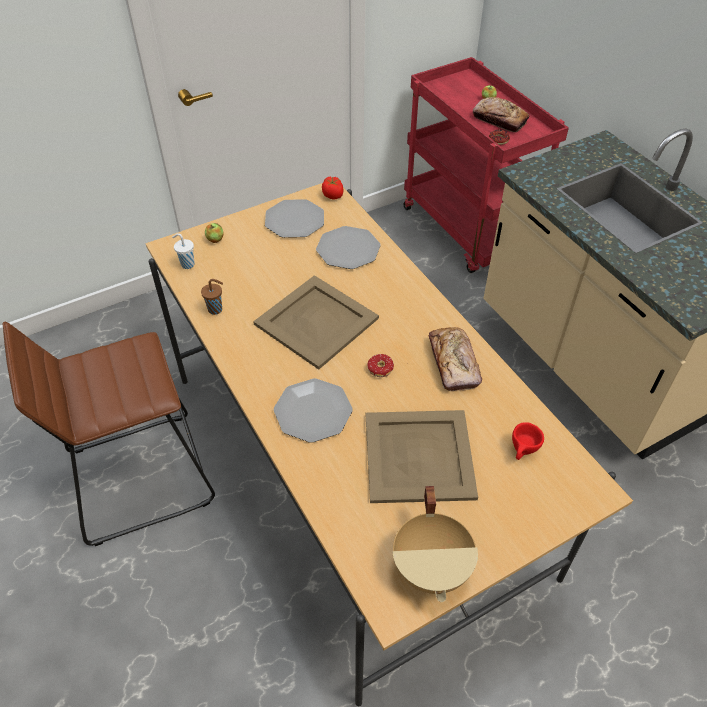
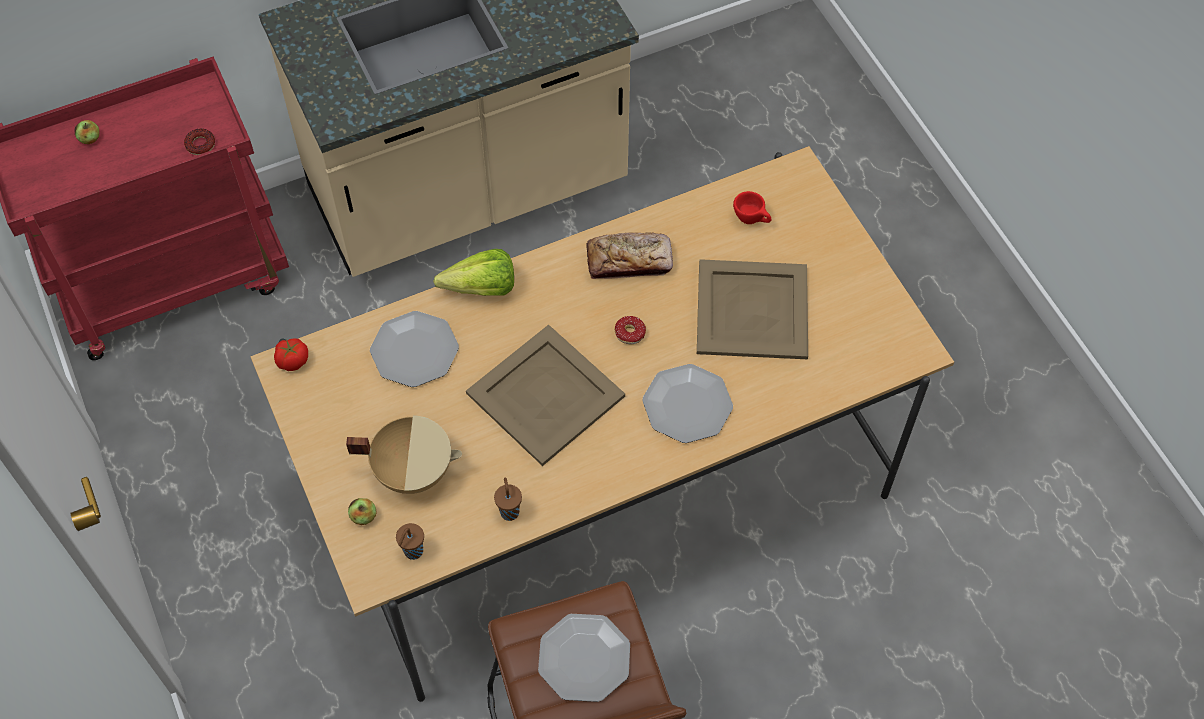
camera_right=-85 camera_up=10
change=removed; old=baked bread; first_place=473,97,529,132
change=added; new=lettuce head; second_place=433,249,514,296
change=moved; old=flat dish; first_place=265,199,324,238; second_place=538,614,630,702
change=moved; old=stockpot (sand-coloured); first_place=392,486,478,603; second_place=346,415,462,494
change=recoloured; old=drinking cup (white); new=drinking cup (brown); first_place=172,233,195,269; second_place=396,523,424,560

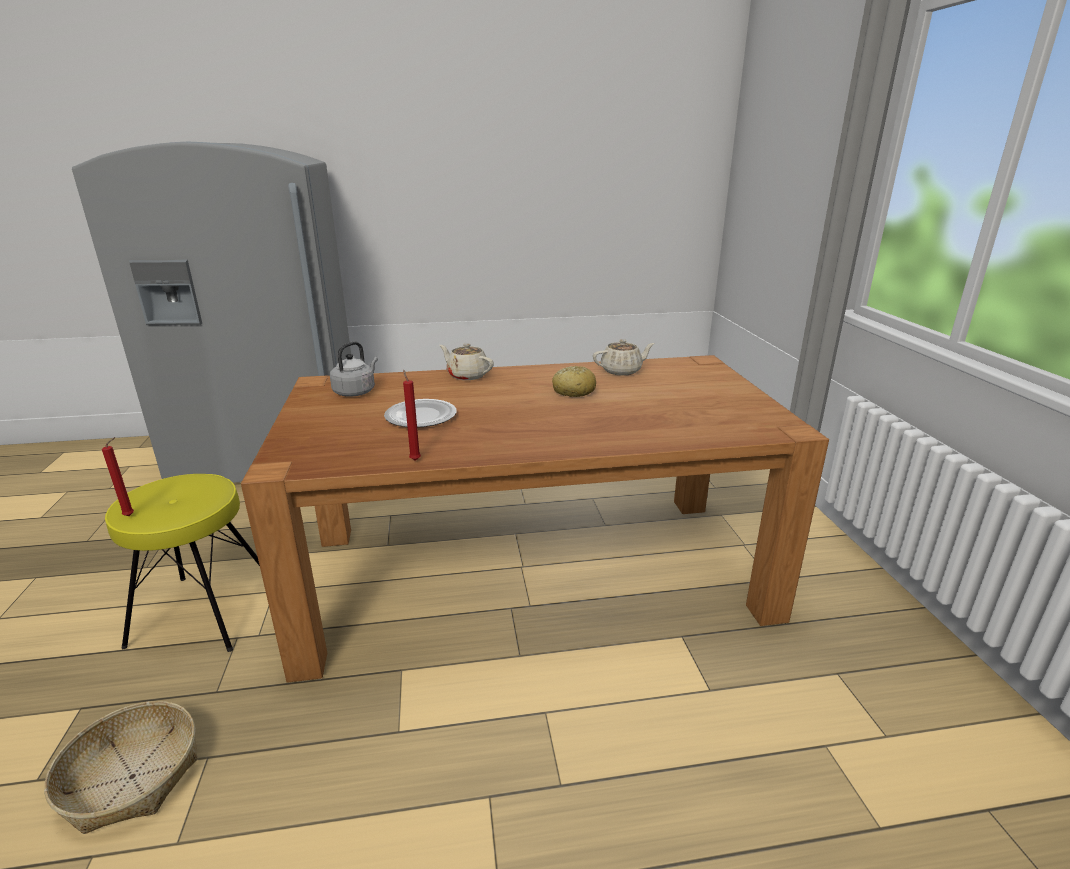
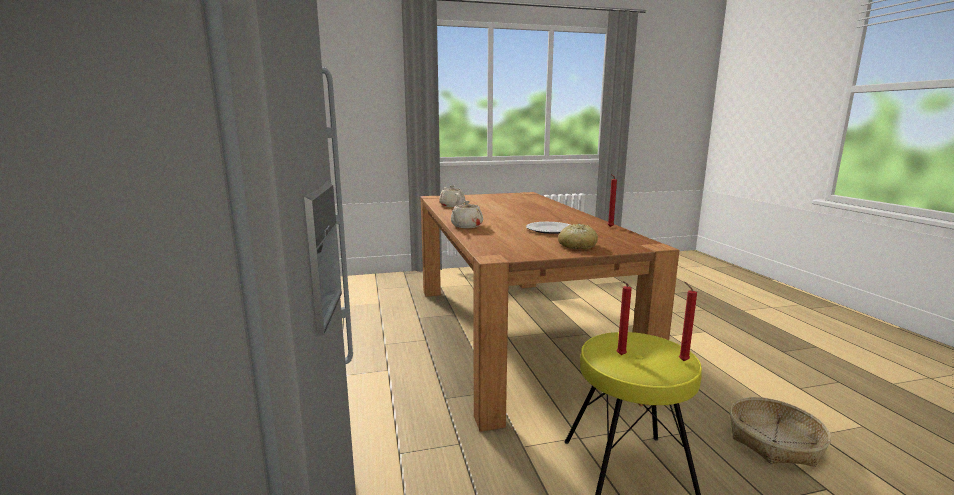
camera_right=-95 camera_up=-10
change=removed; old=tea kettle (gray); first_place=330,341,378,397
change=added; new=wax candle (red); second_place=617,281,632,355
change=moved; old=baked bread; first_place=552,366,596,397; second_place=558,224,598,249

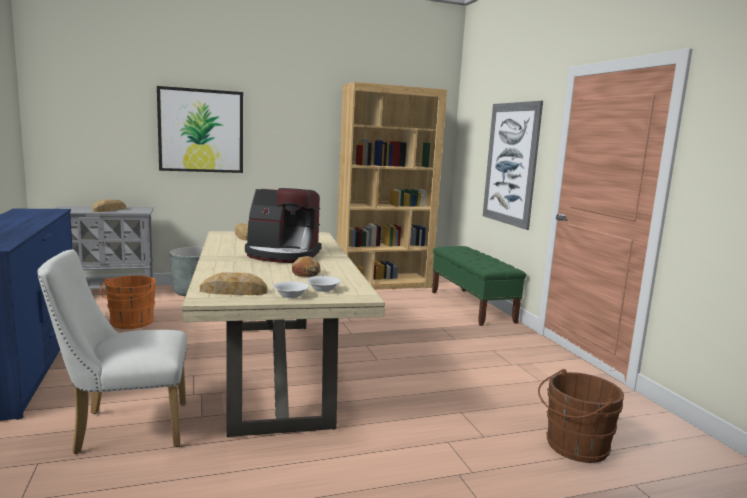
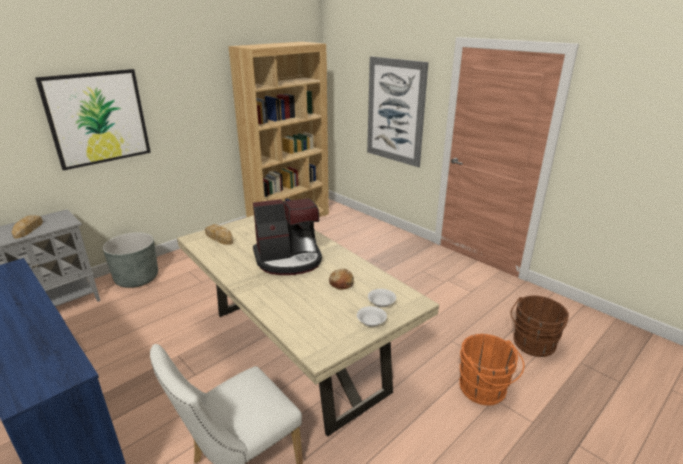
camera_right=-25 camera_up=15
change=removed; old=baked bread; first_place=200,272,267,295
change=removed; old=long seat (green-coloured); first_place=432,246,526,326
change=moved; old=pail (orangey); first_place=99,276,157,329; second_place=459,334,524,406

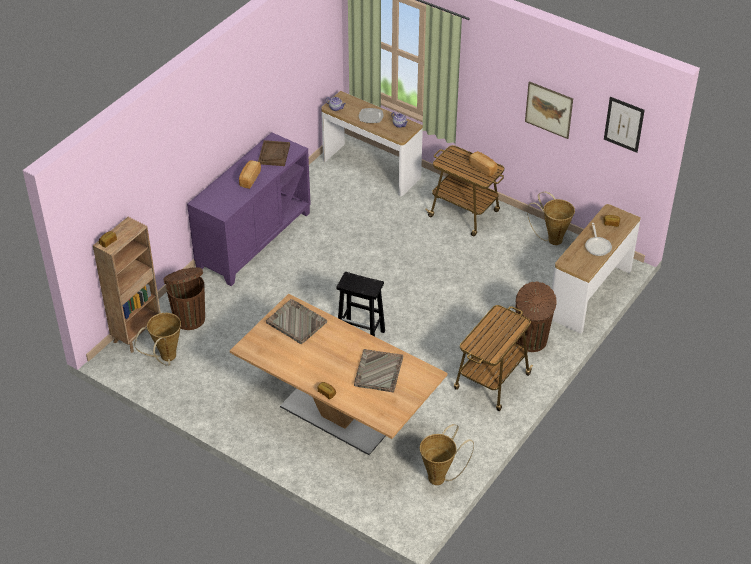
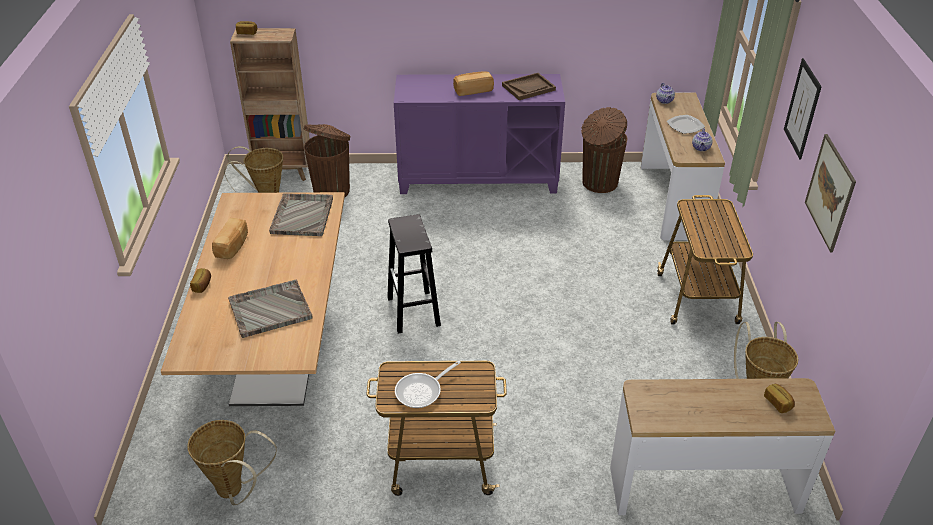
camera_right=55 camera_up=-5
change=moved; old=baked bread; first_place=469,151,498,177; second_place=212,218,248,259
change=moved; old=rubbish bin (brown); first_place=516,282,557,352; second_place=581,107,627,193
change=moved; old=frying pan; first_place=585,223,612,256; second_place=395,361,461,408
change=moved; old=wall art; first_place=604,97,645,153; second_place=784,58,822,160

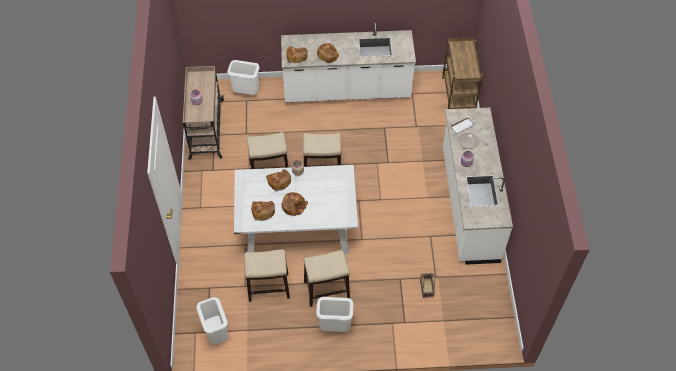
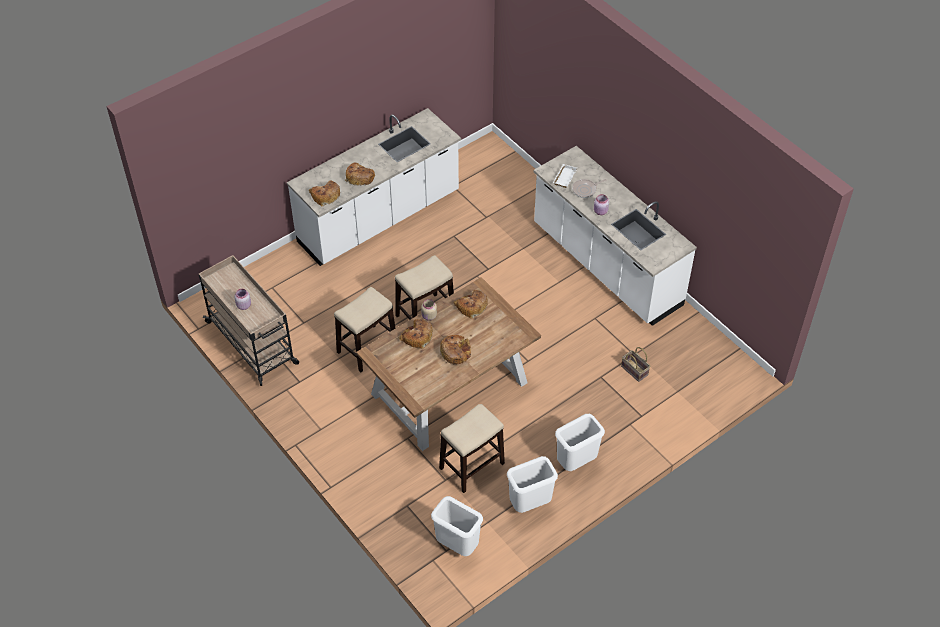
camera_right=-35 camera_up=-5
change=removed; old=stool; first_place=304,250,350,307
change=removed; old=trolley (brown); first_place=442,37,483,109
change=moved; old=rubbish bin (white); first_place=227,60,259,95; second_place=507,456,558,513
change=moved; old=baked bread; first_place=251,201,275,221; second_place=454,290,488,319
change=recoloured; old=dining table (white); new=dining table (brown); first_place=234,165,358,254; second_place=356,277,541,451

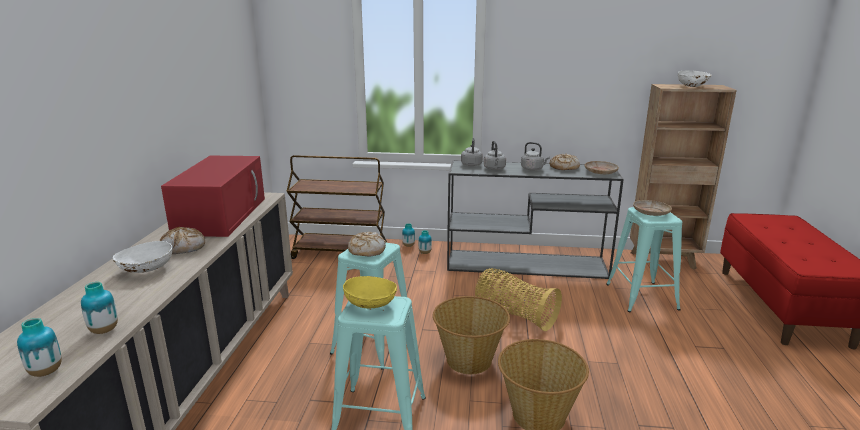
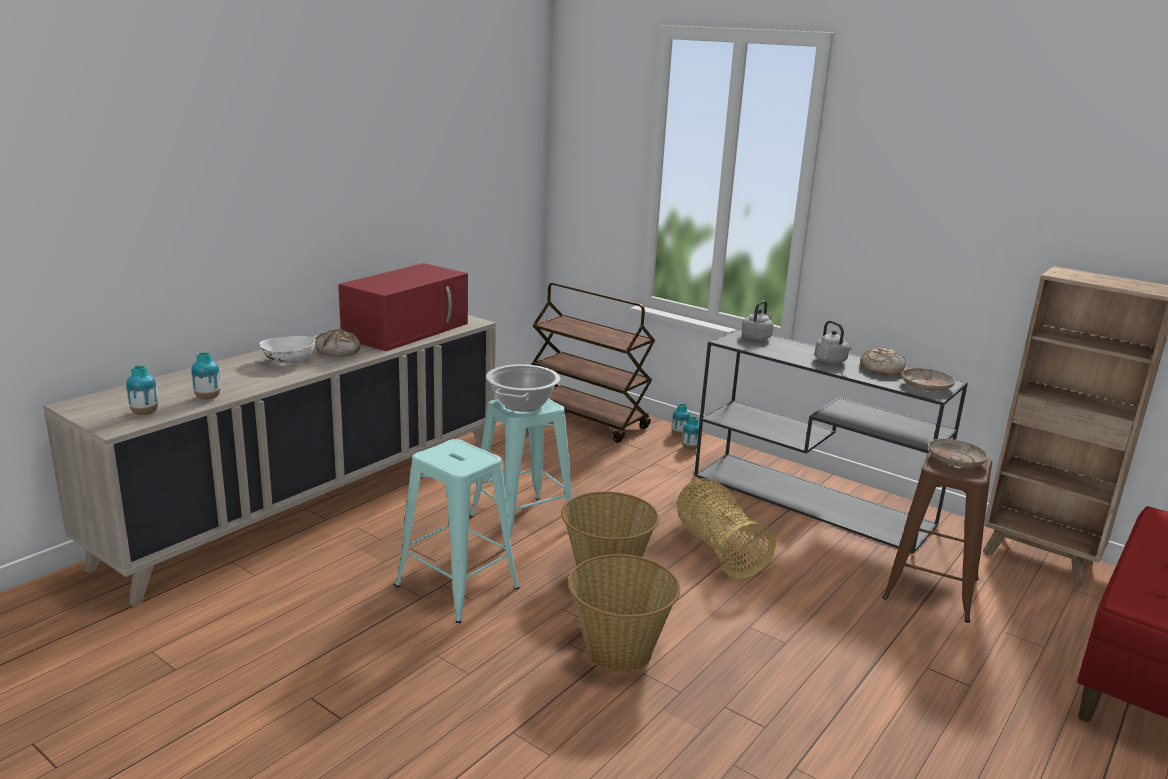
camera_right=30 camera_up=0
change=removed; old=bowl (yellow-coloured); first_place=343,276,397,308
change=removed; old=tea kettle (gray); first_place=484,141,506,170
change=removed; old=bowl (white); first_place=678,71,712,87
change=replaced; old=baked bread; new=stockpot; first_place=348,232,386,256; second_place=486,364,560,411
change=recoloured; old=stool (blue-green); new=stool (brown); first_place=606,207,682,312; second_place=882,451,992,623

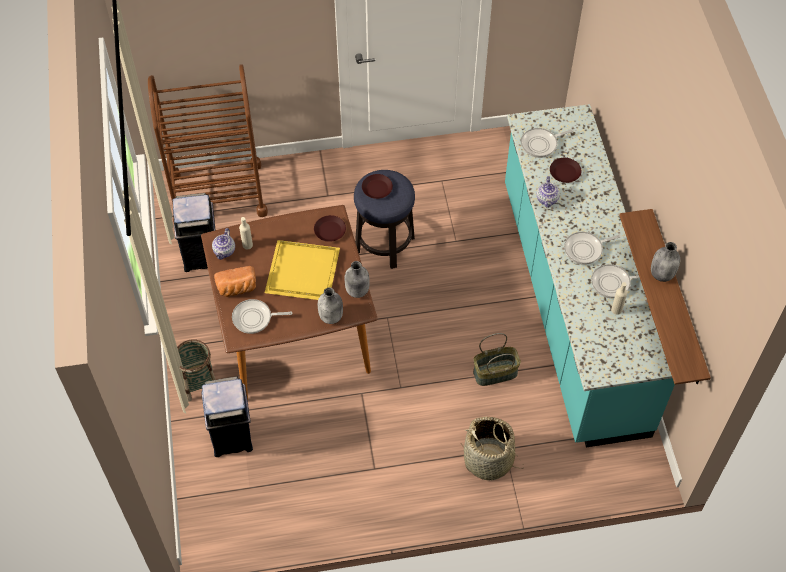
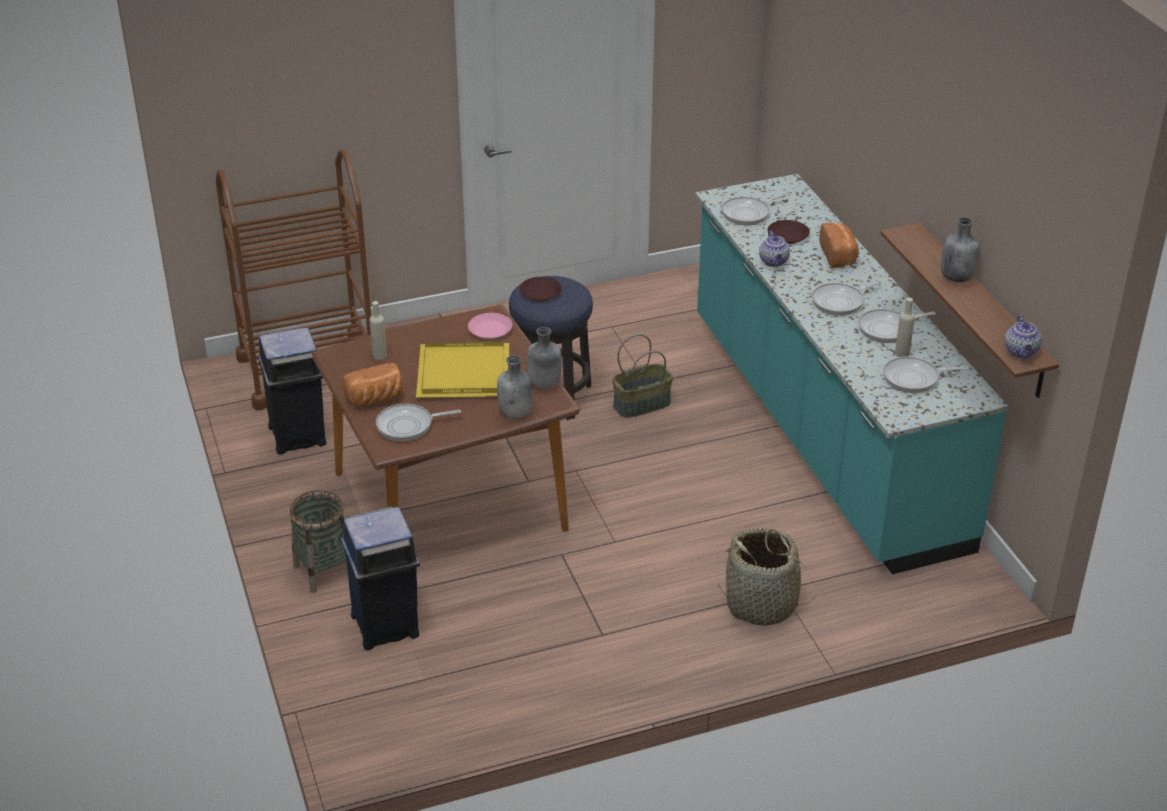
camera_right=-10 camera_up=-20
change=added; new=baked bread; second_place=819,223,859,268
change=added; new=frying pan; second_place=883,357,968,393
change=moved; old=pot for tea; first_place=212,228,235,260; second_place=1005,315,1042,359
change=moved; old=basket; first_place=473,333,521,386; second_place=612,334,673,418
change=recoloured; old=flat dish (brown); new=flat dish (pink-coloured); first_place=314,215,346,242; second_place=468,313,512,339

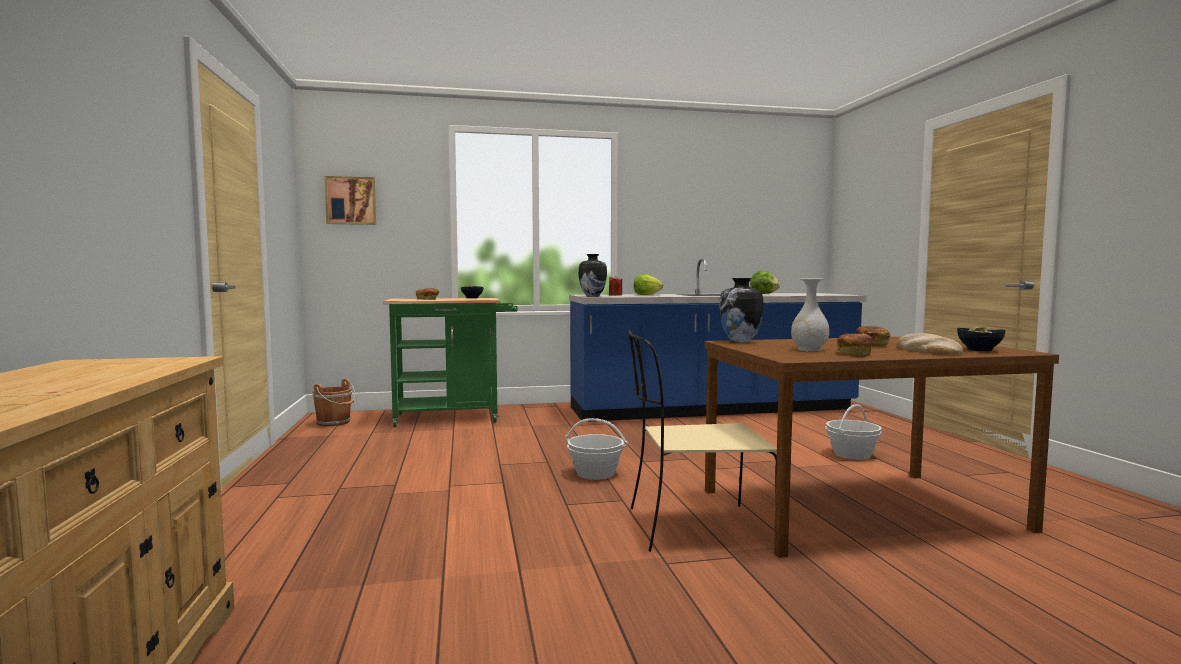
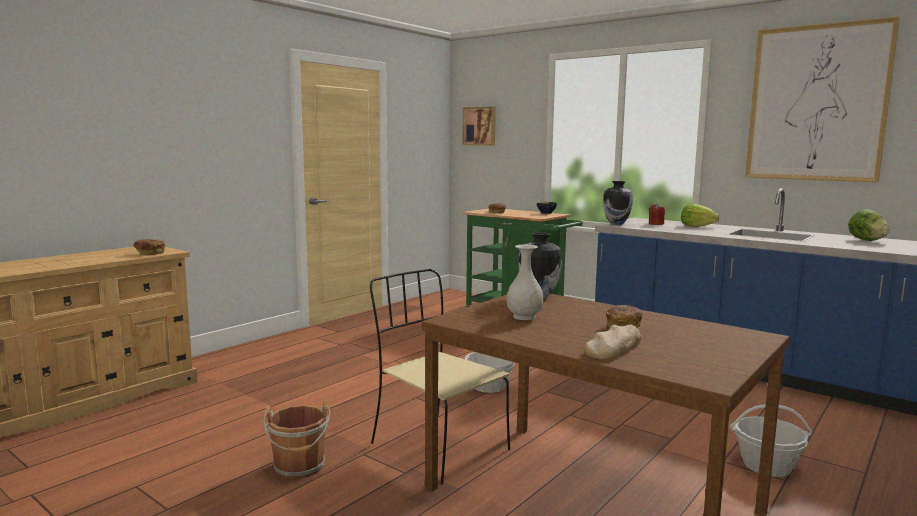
camera_right=50 camera_up=5
change=removed; old=bowl; first_place=957,326,1005,351
change=added; new=wall art; second_place=745,16,900,182
change=moved; old=pail (brown); first_place=312,379,356,426; second_place=263,401,331,479
change=moved; old=baked bread; first_place=836,334,873,356; second_place=133,239,165,255

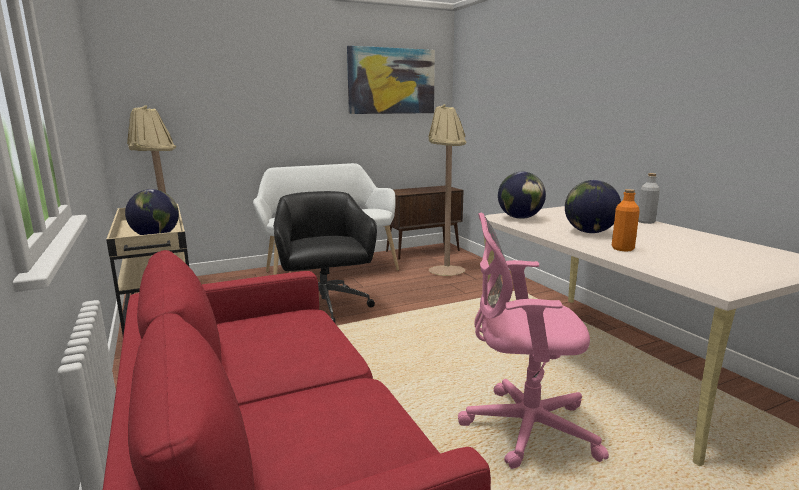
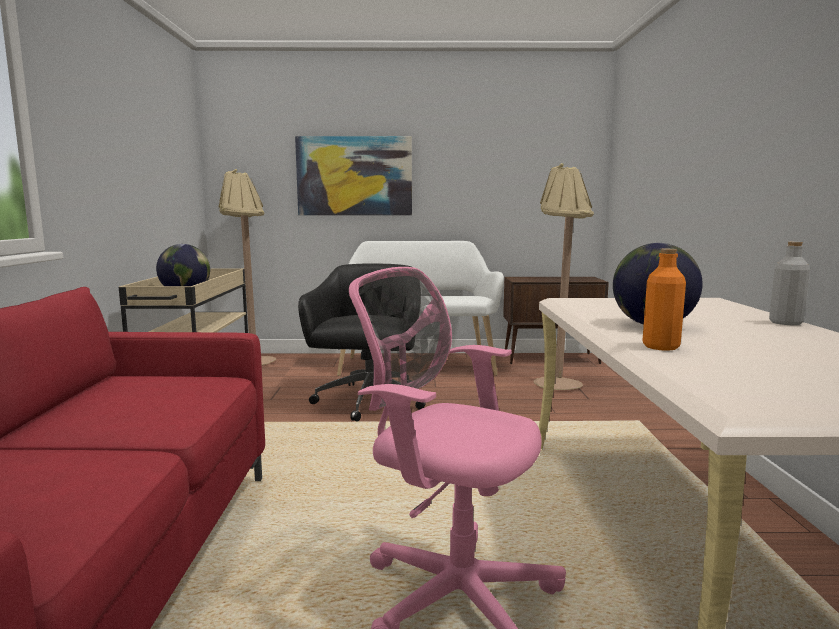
camera_right=25 camera_up=-5
change=removed; old=desk globe; first_place=498,172,546,219
change=moved; old=wall art; first_place=347,46,435,114; second_place=295,136,412,215

